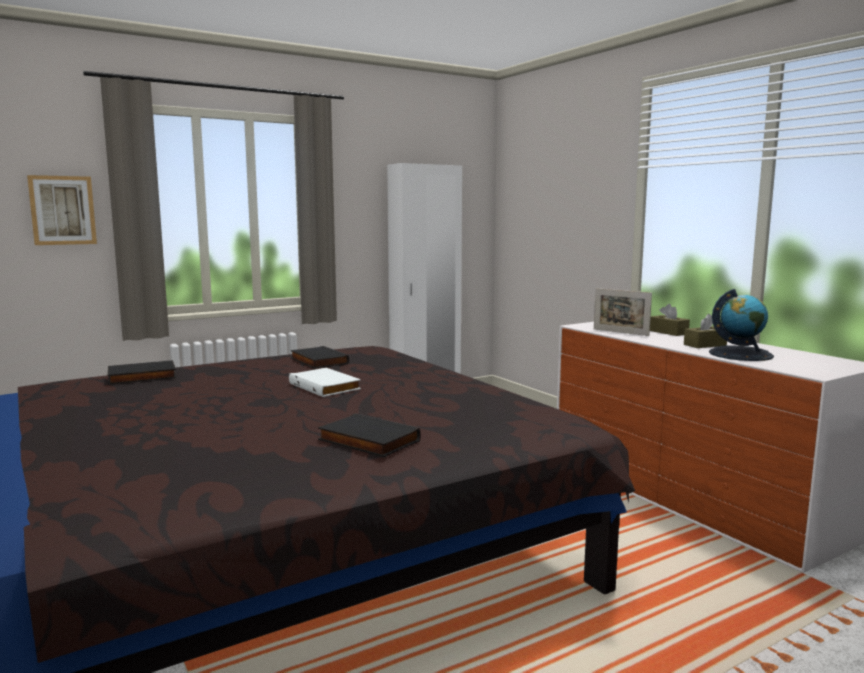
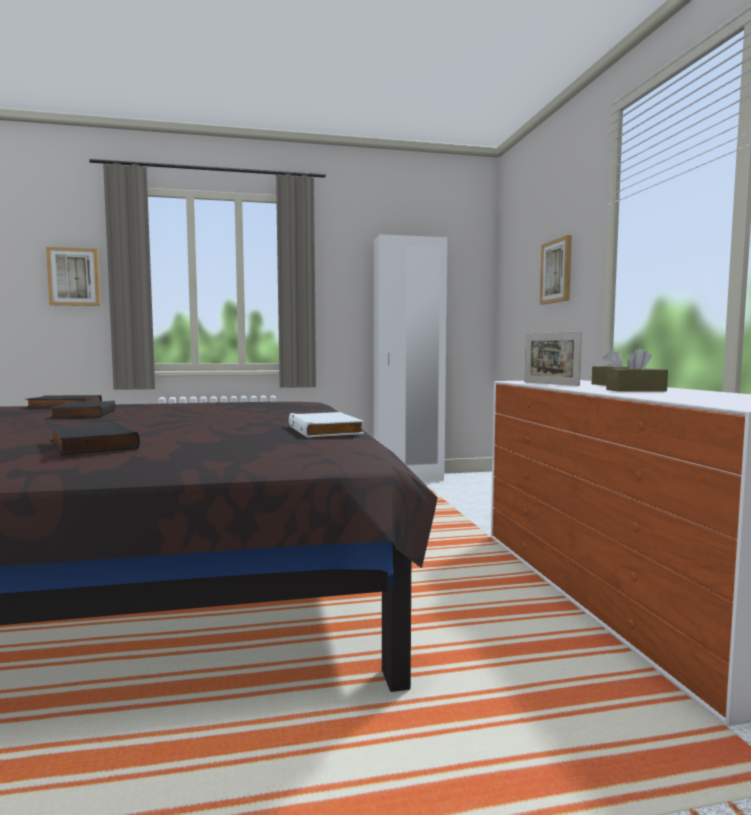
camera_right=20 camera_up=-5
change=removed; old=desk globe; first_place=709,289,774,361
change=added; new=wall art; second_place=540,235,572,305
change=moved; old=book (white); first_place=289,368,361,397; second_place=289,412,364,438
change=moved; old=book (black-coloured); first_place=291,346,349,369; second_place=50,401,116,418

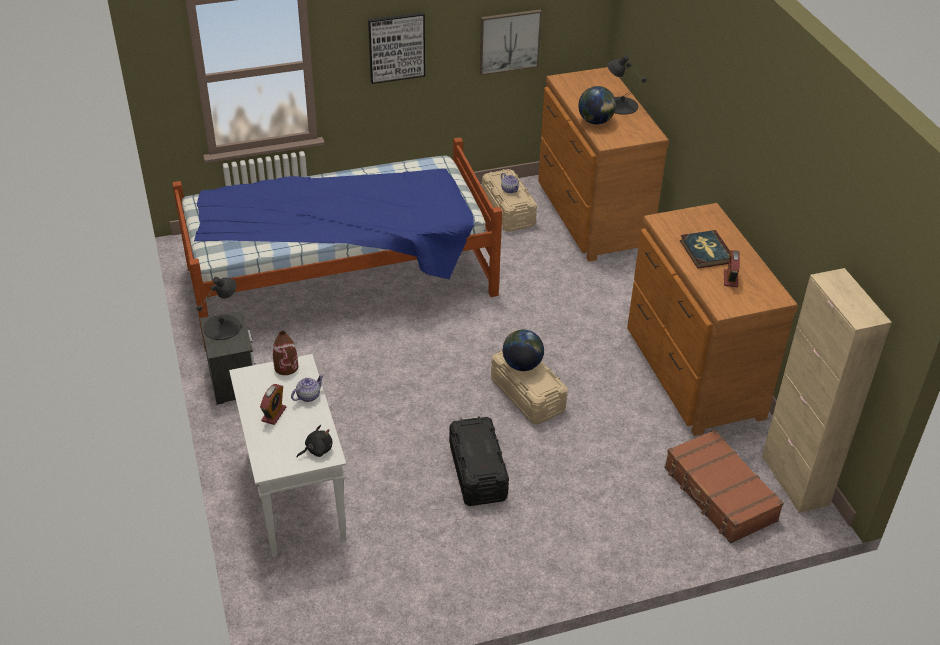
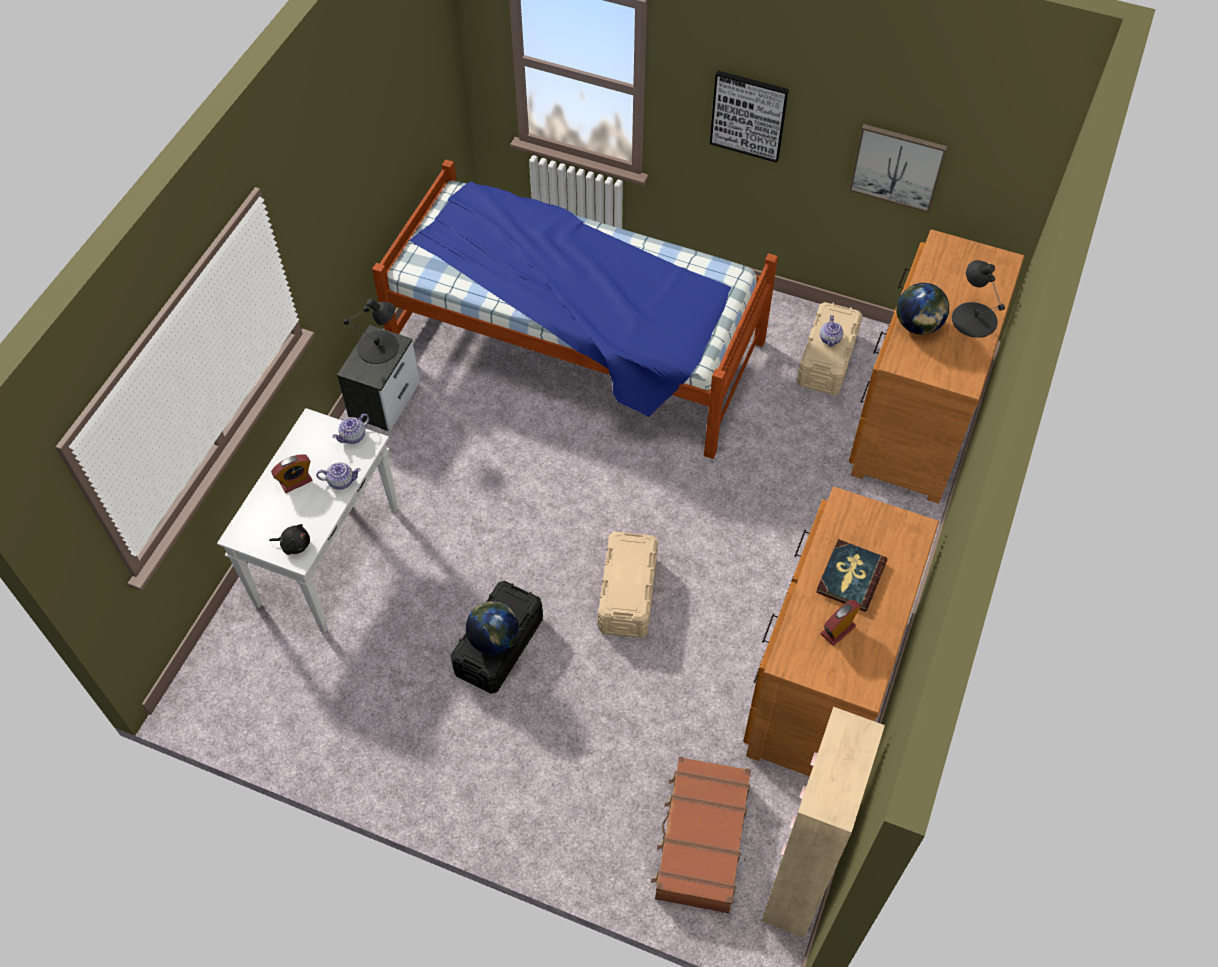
camera_right=40 camera_up=15
change=moved; old=desk globe; first_place=503,330,544,371; second_place=466,601,519,655
change=replaced; old=flower vase (brown); new=pot for tea; first_place=273,331,298,375; second_place=332,414,369,444

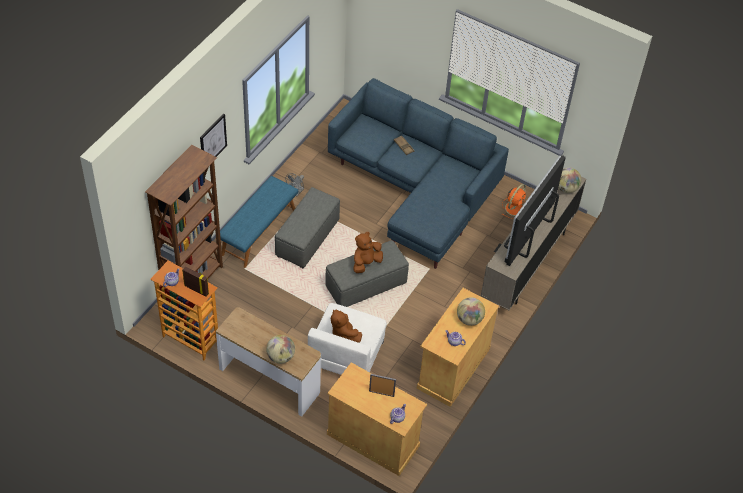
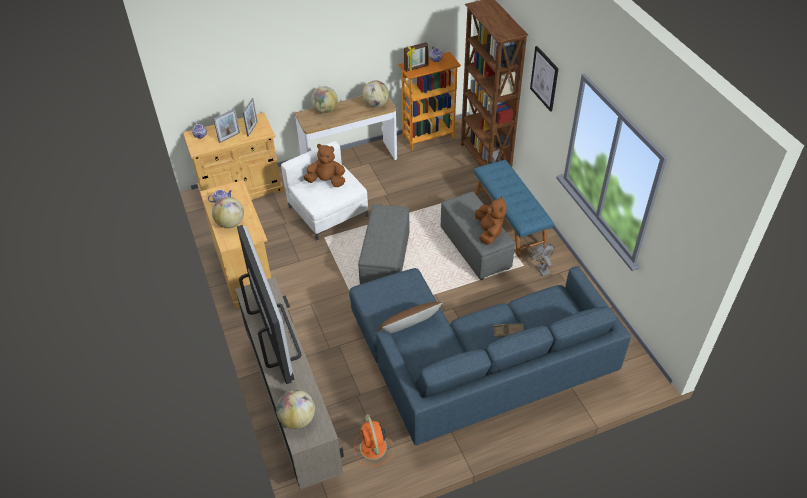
camera_right=130 camera_up=-5
change=added; new=picture frame; second_place=243,98,258,136
change=added; new=desk globe; second_place=363,80,389,107
change=added; new=pillow (brown); second_place=375,302,443,334
change=moved; old=cuddly toy (brown); first_place=353,232,383,273; second_place=475,196,507,245

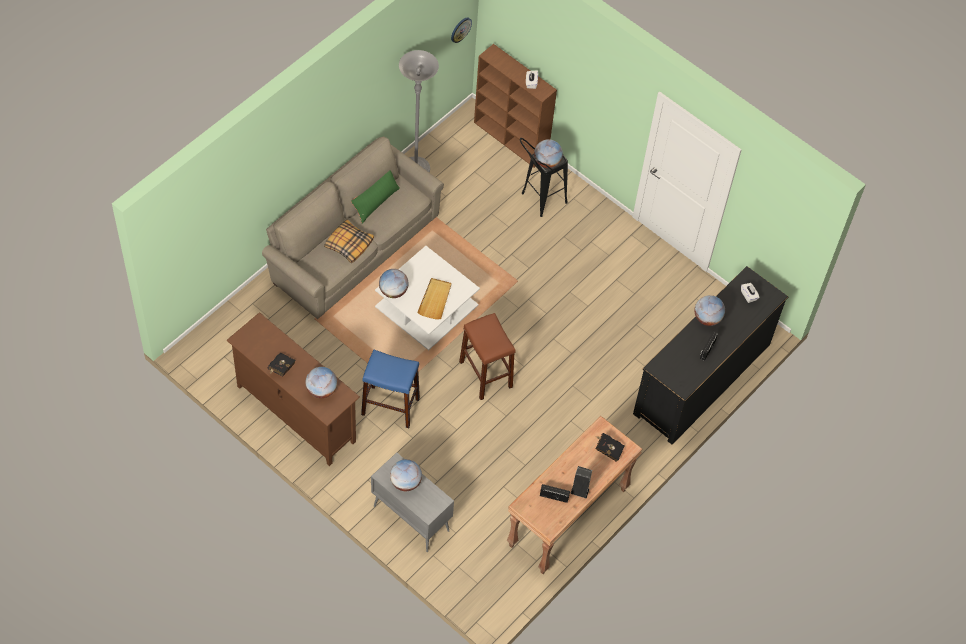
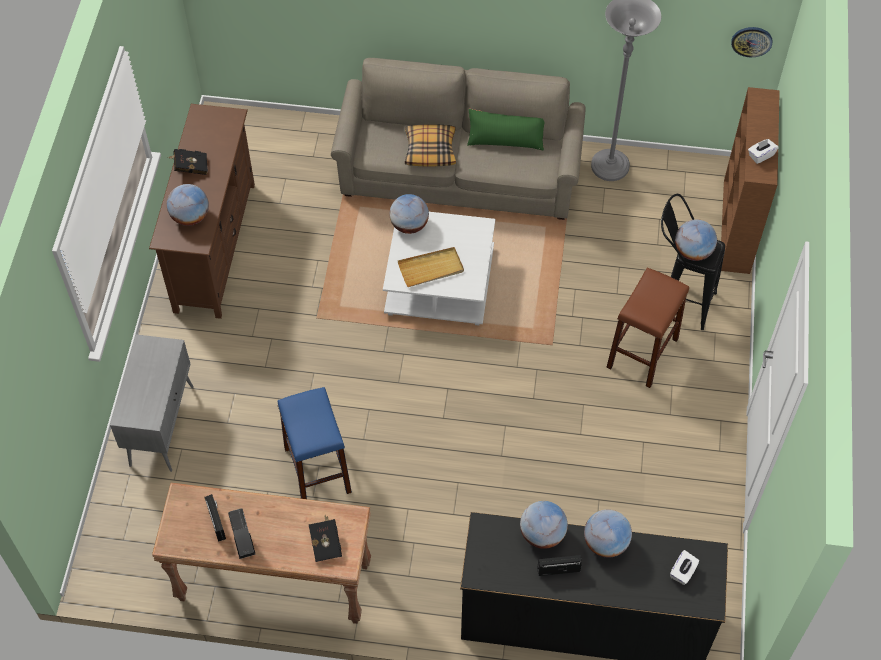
camera_right=60 camera_up=0
change=moved; old=stool (bluish); first_place=361,350,420,428; second_place=278,387,352,499
change=moved; old=desk globe; first_place=390,459,422,491; second_place=520,501,568,549
change=moved; old=stool (brown); first_place=459,313,516,400; second_place=606,267,689,388

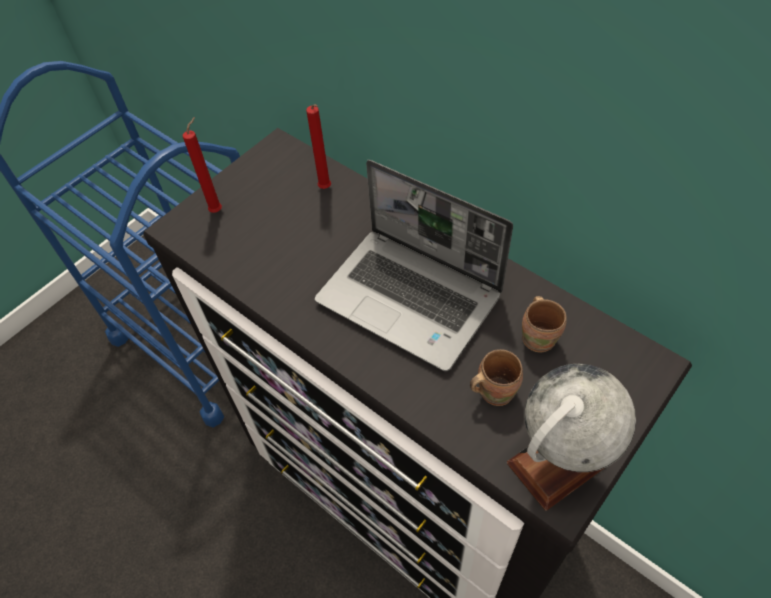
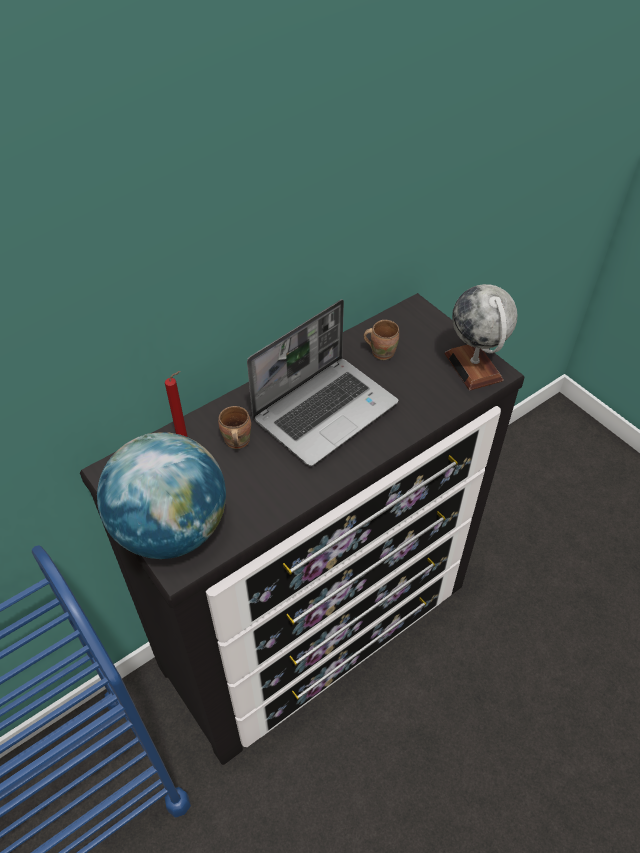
camera_right=-80 camera_up=-5
change=moved; old=tea mug (brown); first_place=470,349,523,406; second_place=218,406,251,449
change=replaced; old=wax candle (red); new=desk globe; first_place=183,117,222,213; second_place=97,432,226,559

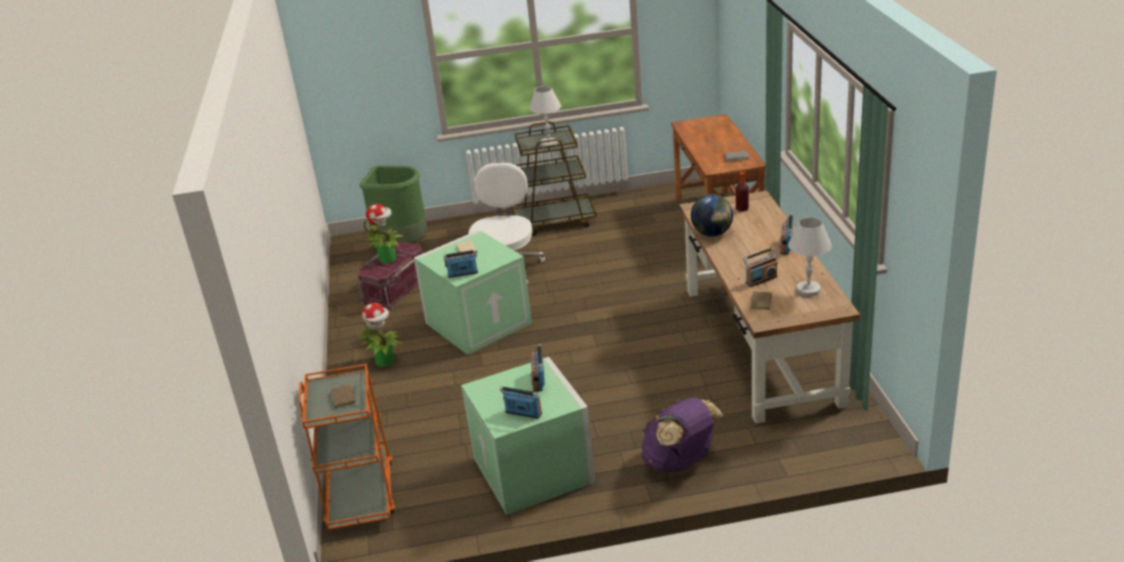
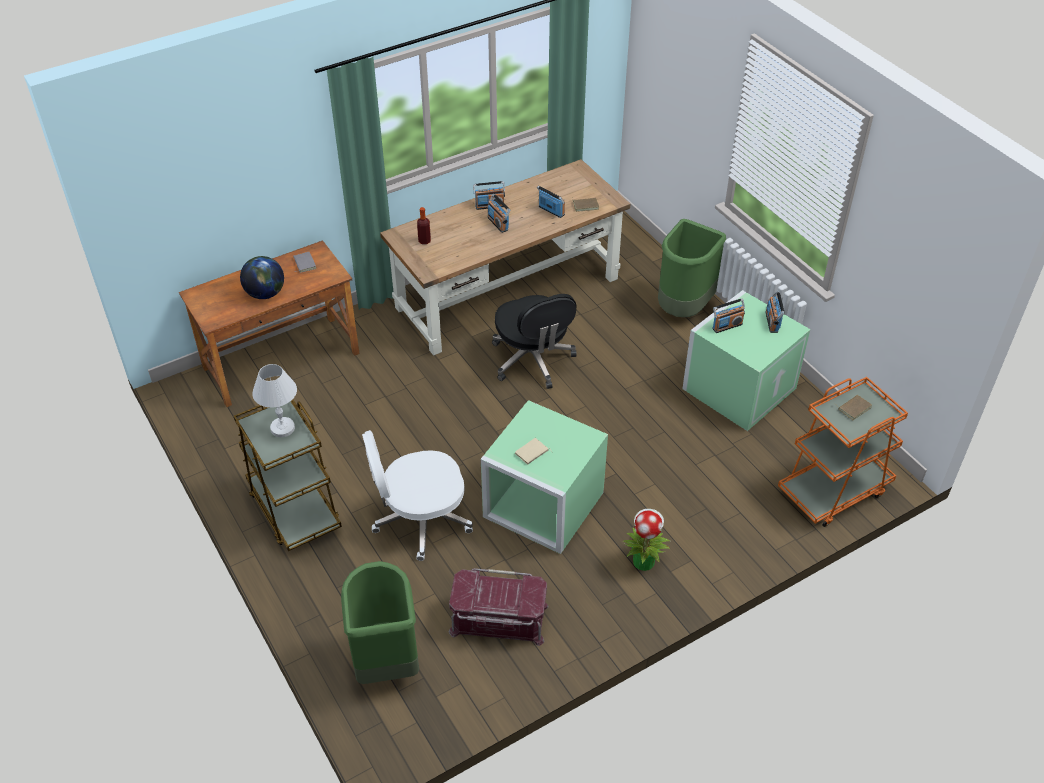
camera_right=-115 camera_up=15
change=removed; old=plant in a pot; first_place=363,204,403,263
change=removed; old=lamp for a table (white); first_place=788,217,832,296
change=added; new=office chair (black-coloured); second_place=492,294,577,389
change=moved; old=radio set; first_place=444,250,478,278; second_place=487,194,510,233
change=moved; old=desk globe; first_place=691,194,733,236; second_place=240,256,284,299
change=replaced; old=knapsack (purple); new=rubbish bin (green-coloured); first_place=641,398,724,473; second_place=658,219,726,317

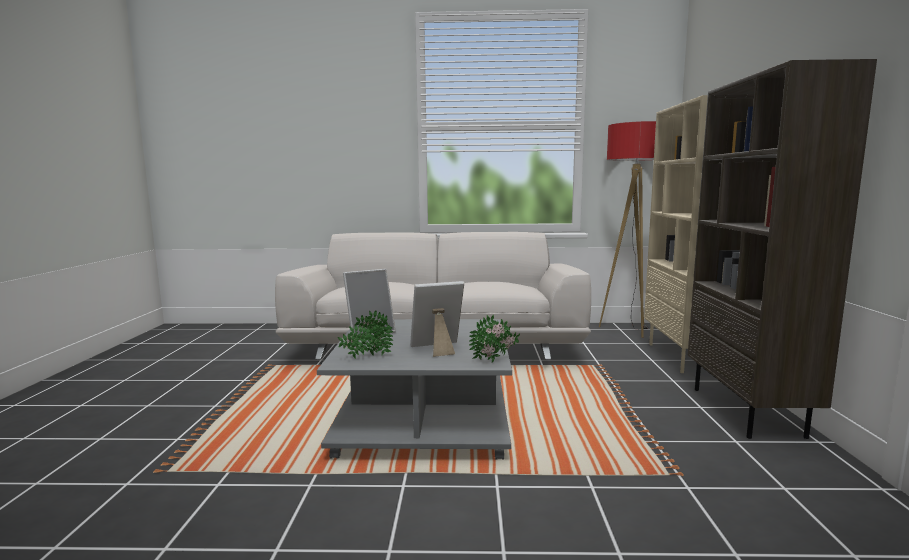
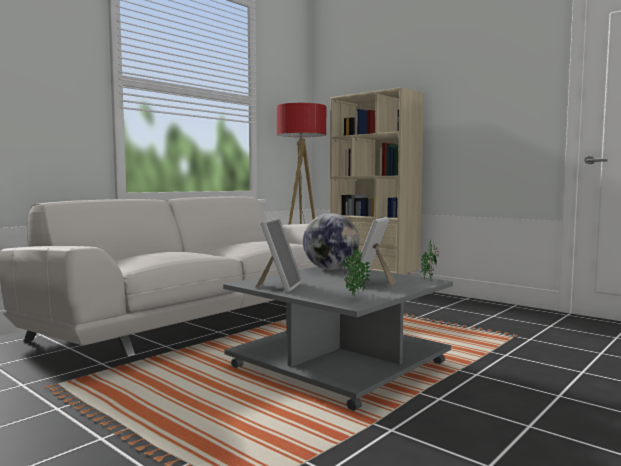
camera_right=-50 camera_up=-5
change=removed; old=bookcase (brown); first_place=688,59,877,439
change=added; new=desk globe; second_place=303,213,359,270

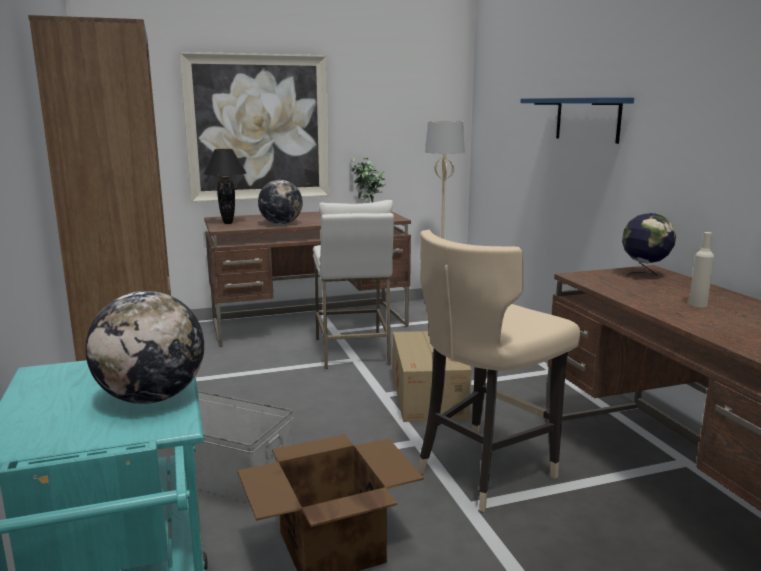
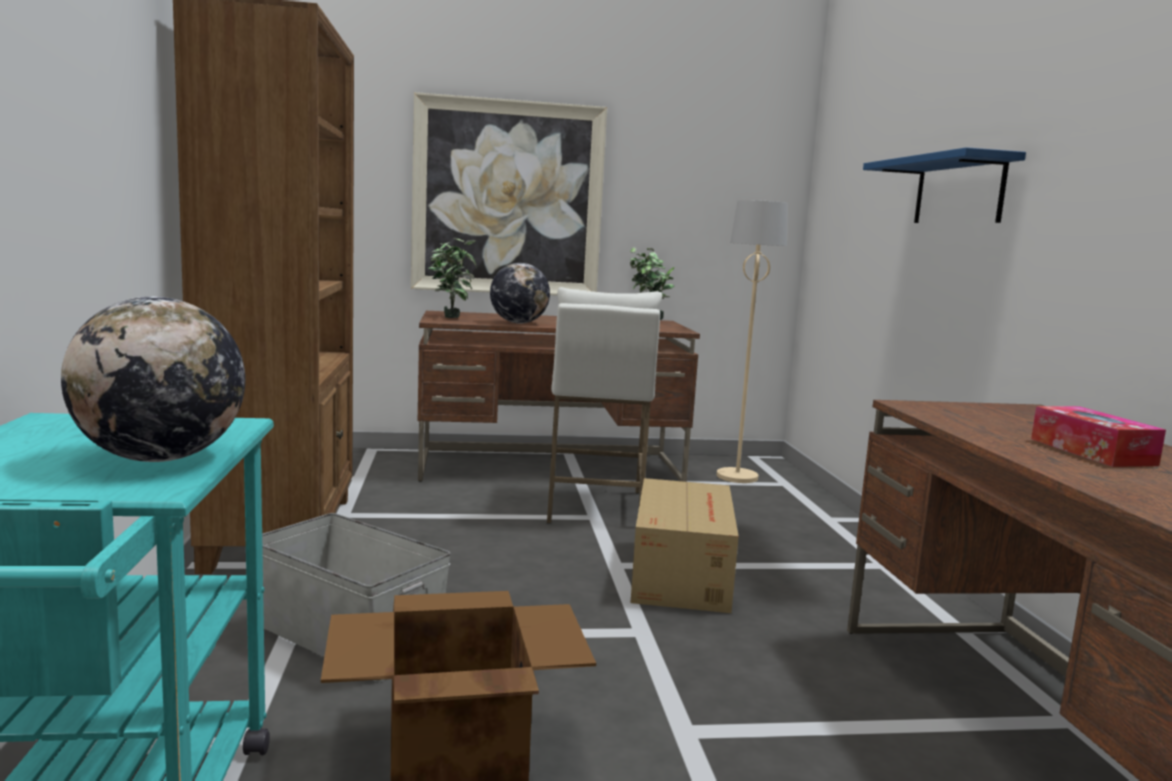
camera_right=10 camera_up=-5
change=removed; old=stool (sand-coloured); first_place=417,230,580,512
change=removed; old=desk globe; first_place=622,213,676,280
change=replaced; old=lamp for a table (black-coloured); new=plant in a pot; first_place=203,149,247,224; second_place=428,238,477,318
change=replaced; old=drink bottle (sand-coloured); new=tissue box; first_place=689,232,714,307; second_place=1031,406,1166,467

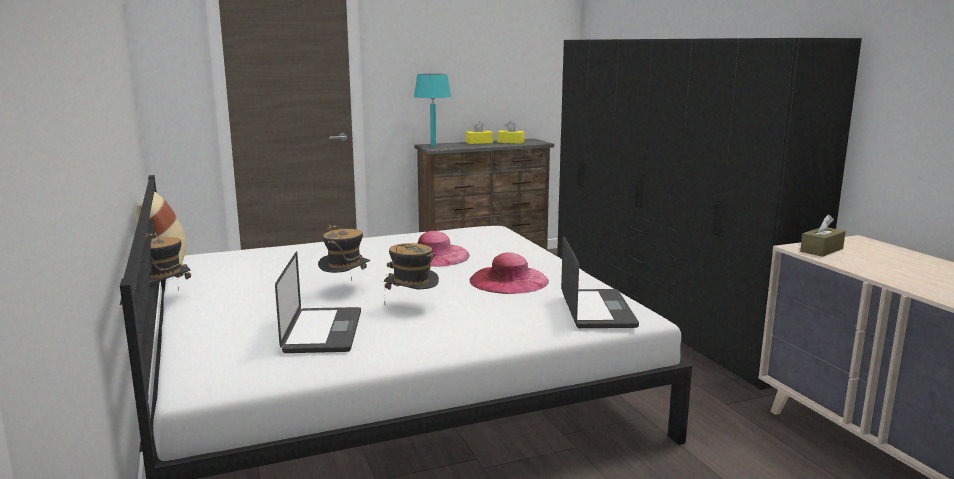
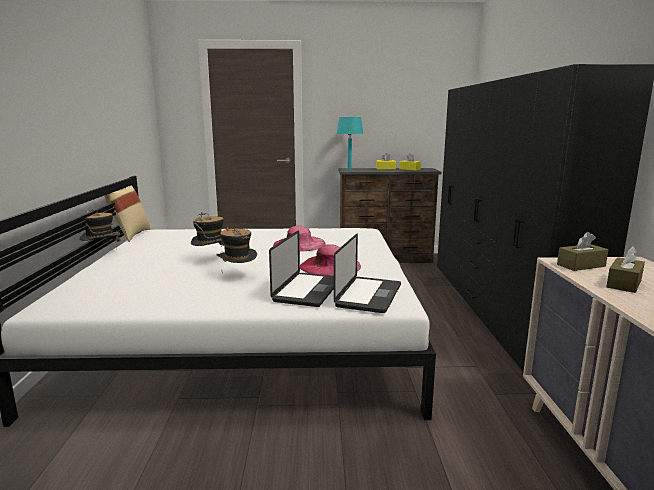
camera_right=20 camera_up=0
change=added; new=tissue box (brown); second_place=606,246,645,293
change=moved; old=laptop; first_place=275,251,361,353; second_place=269,230,334,307

